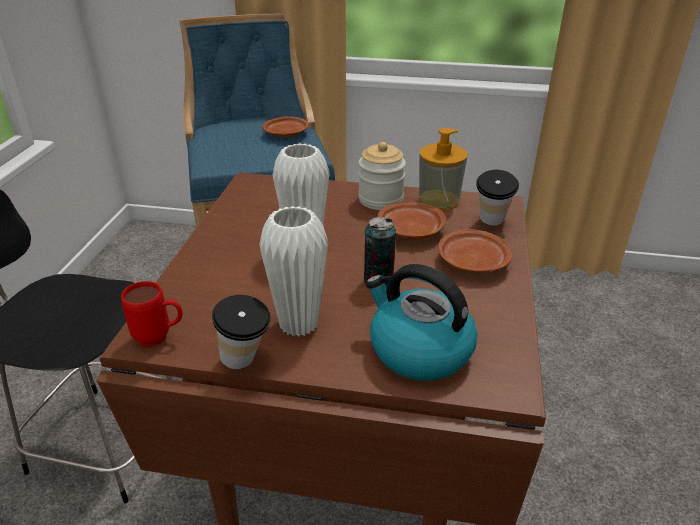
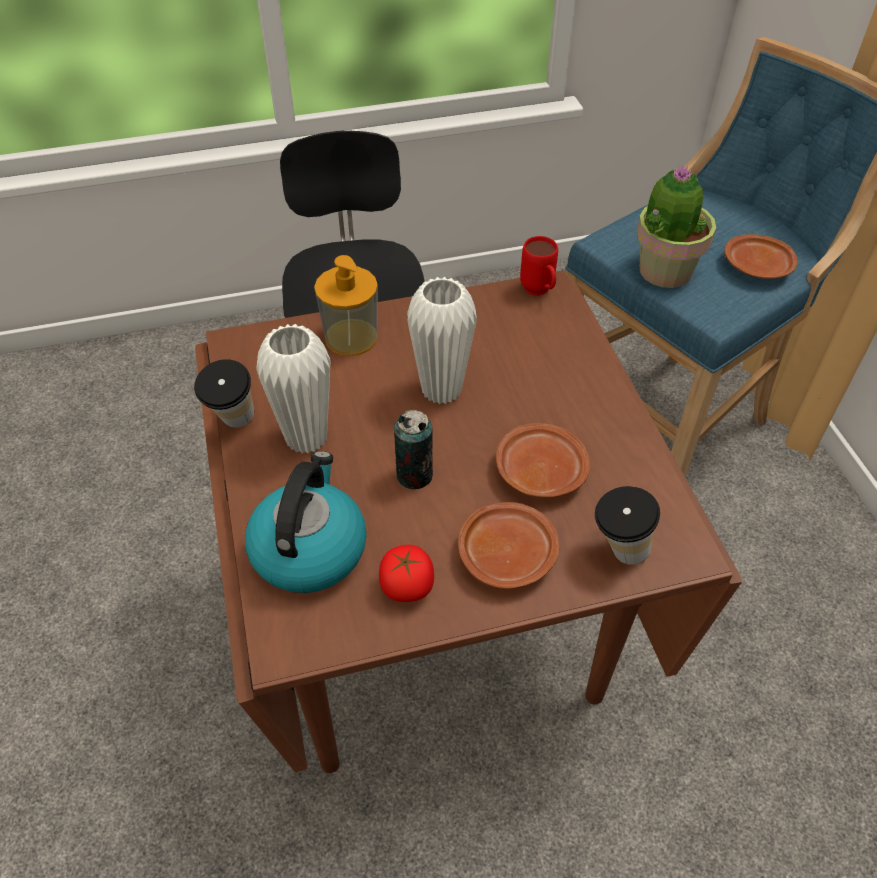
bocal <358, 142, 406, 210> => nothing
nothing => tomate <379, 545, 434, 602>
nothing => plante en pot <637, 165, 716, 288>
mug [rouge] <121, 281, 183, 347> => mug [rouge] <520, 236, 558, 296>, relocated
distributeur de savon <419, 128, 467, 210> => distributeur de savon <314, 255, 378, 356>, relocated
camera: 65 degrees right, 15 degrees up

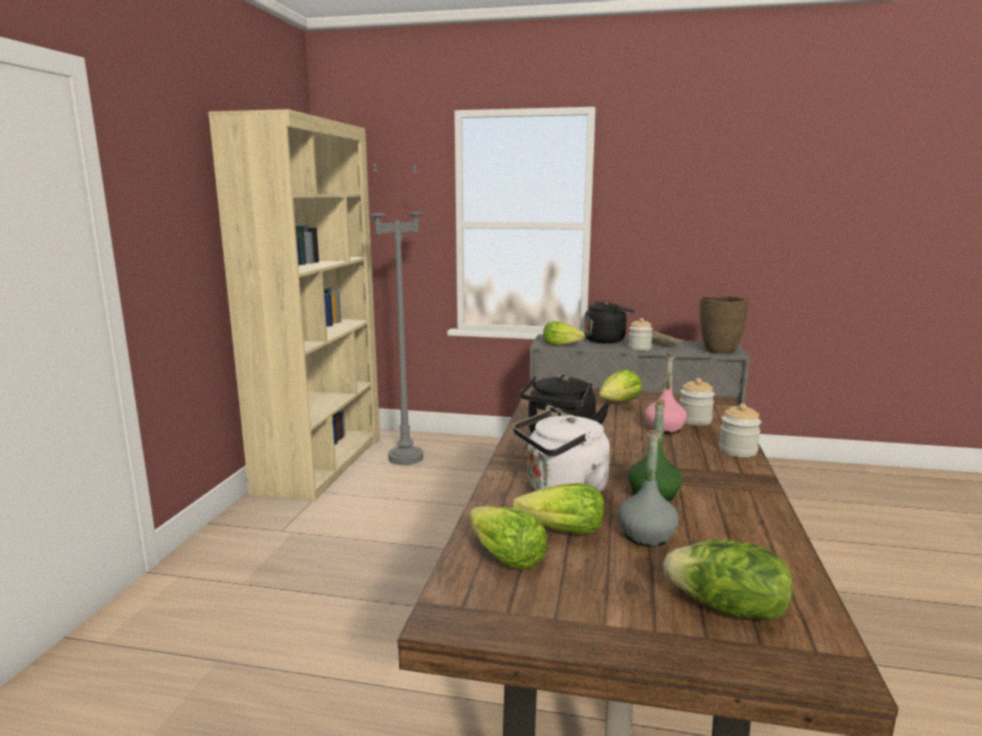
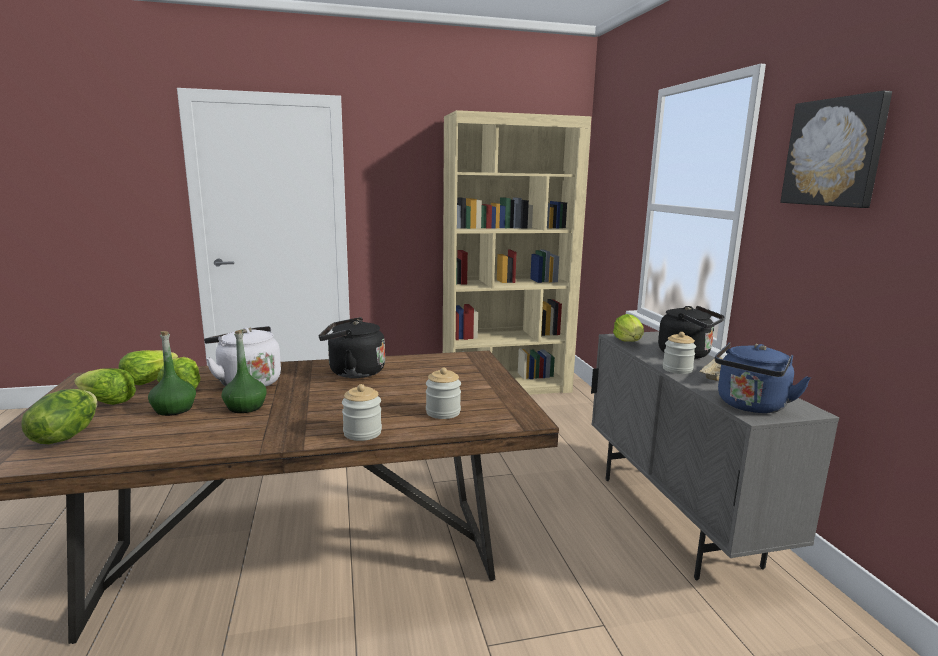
lampadaire [gris] <369, 163, 424, 465> => nothing
bouteille [rose] <645, 353, 687, 434> => nothing
nothing => tableau <780, 91, 892, 208>
laitue <599, 369, 642, 401> => laitue <74, 368, 136, 405>, relocated
vase [marron] <700, 296, 749, 354> => bouilloire [bleu] <715, 343, 811, 413>
bouteille [gris] <618, 429, 679, 547> => bouteille [vert] <148, 331, 196, 416>
camera: 65 degrees right, 0 degrees up

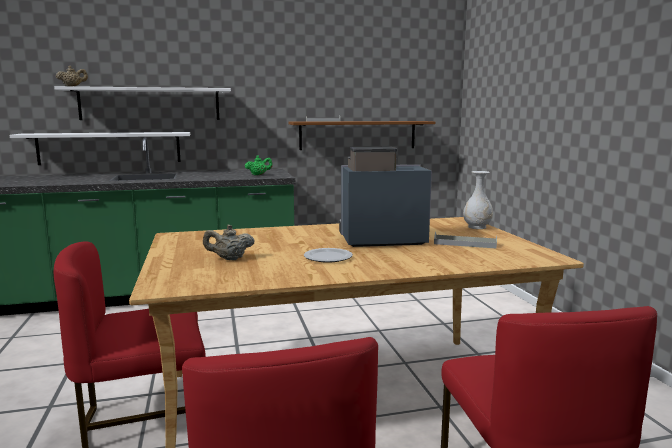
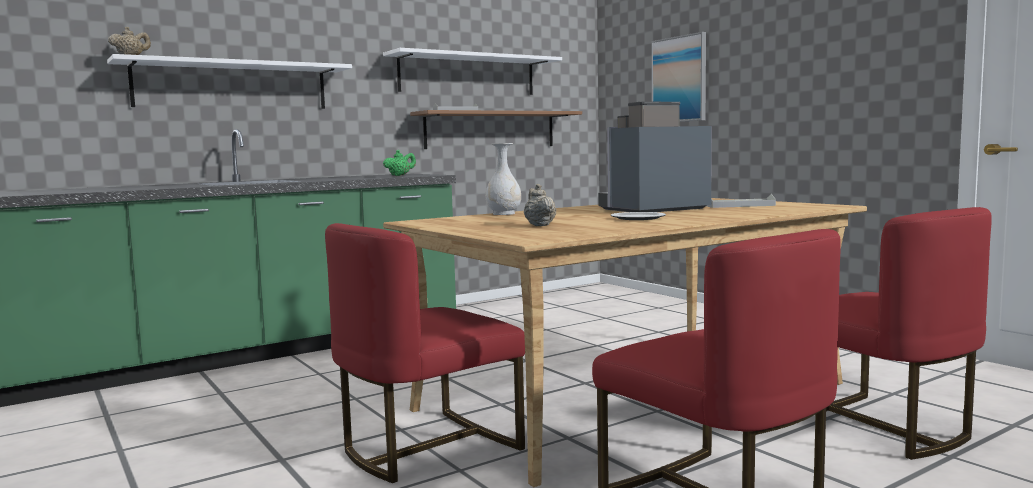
nothing => tableau <651, 32, 706, 122>
étagère [blanc] <9, 132, 190, 165> => étagère [blanc] <383, 48, 562, 95>, relocated
vase [blanc] <463, 171, 493, 229> => vase [blanc] <485, 143, 521, 215>, relocated
théière [beige] <203, 225, 255, 260> => théière [beige] <524, 184, 556, 226>, 105 degrees clockwise
camera: 20 degrees left, 5 degrees down

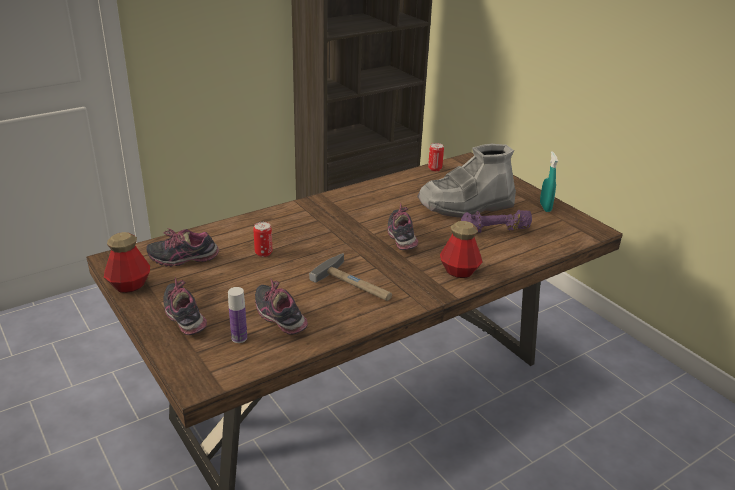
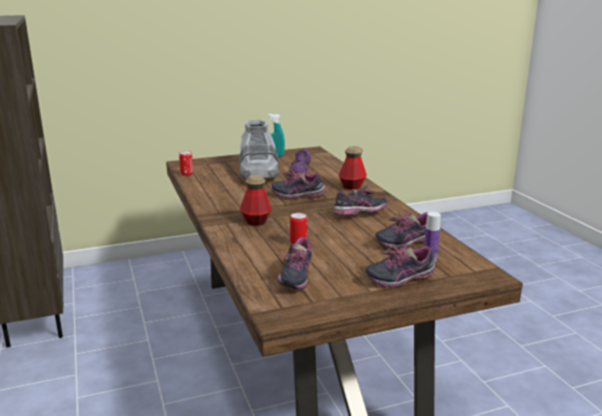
bouteille <104, 232, 150, 293> => bouteille <240, 175, 271, 226>, relocated
marteau <309, 253, 392, 301> => chaussure <333, 184, 387, 215>
camera: 75 degrees left, 10 degrees down

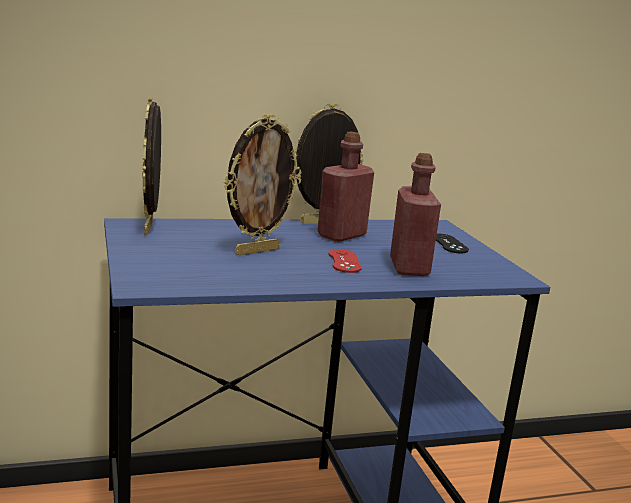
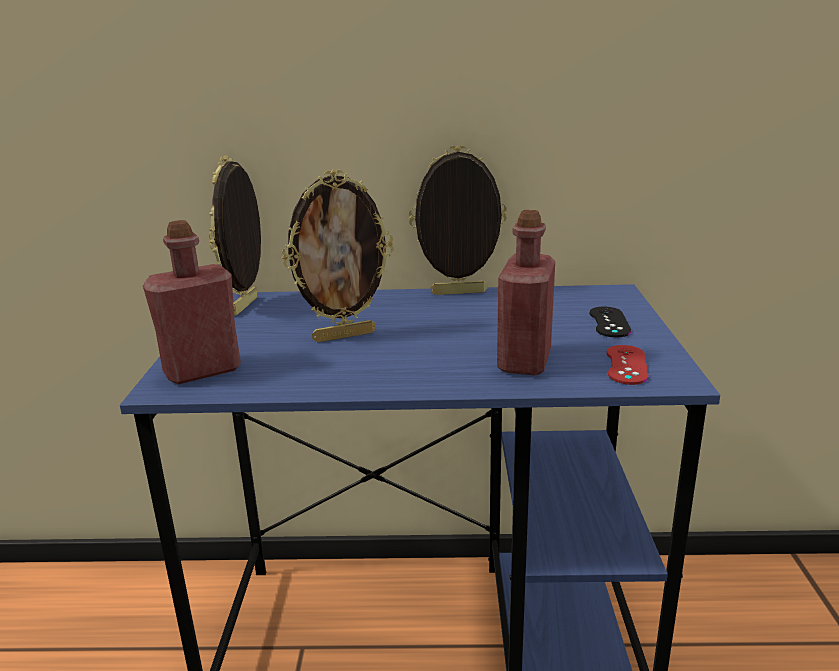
bouteille [rouge] <317, 132, 374, 242> => bouteille [rouge] <143, 220, 241, 384>, relocated
manette [rouge] <328, 249, 362, 273> => manette [rouge] <607, 345, 649, 385>, relocated
camera: 20 degrees right, 5 degrees up

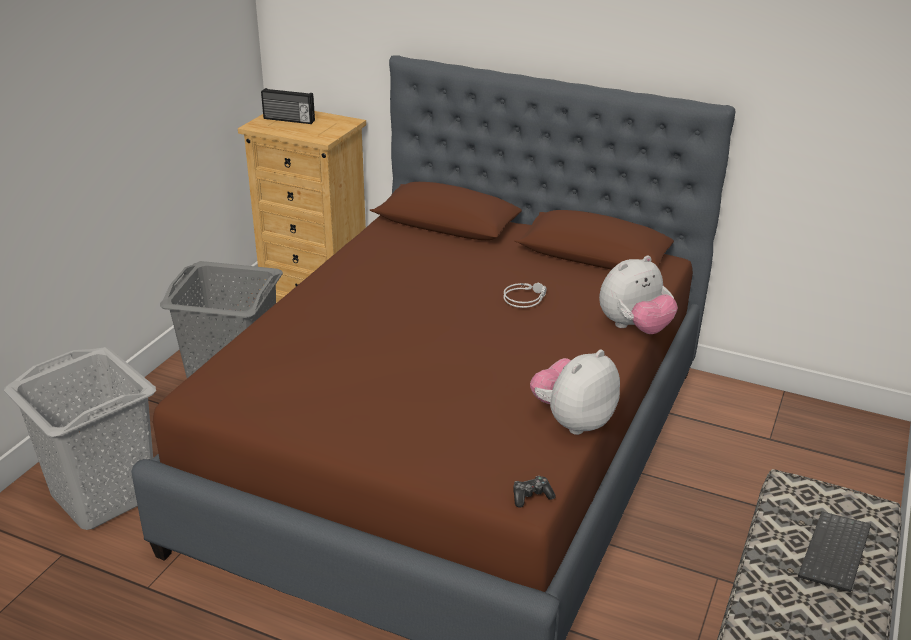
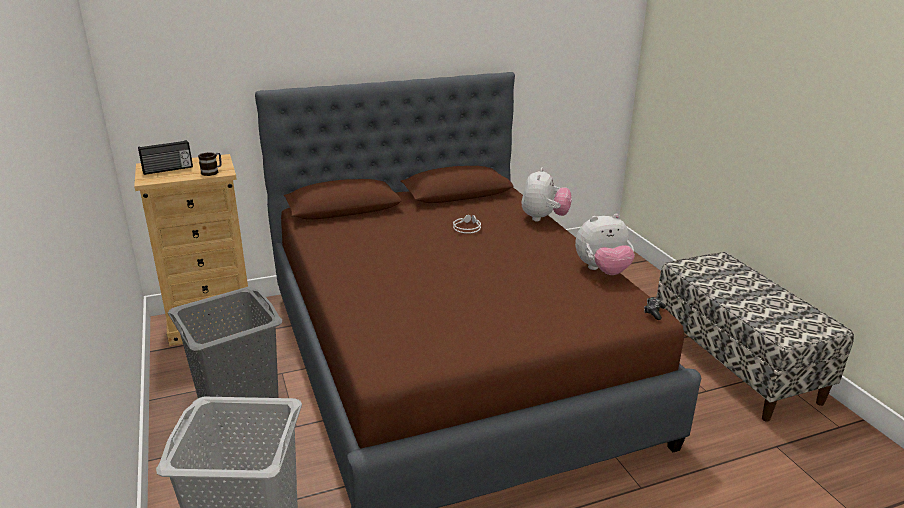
clavier <798, 511, 871, 592> => nothing
nothing => mug <198, 152, 222, 176>
peluche <530, 350, 620, 435> => peluche <575, 214, 635, 275>, 105 degrees counterclockwise
camera: 45 degrees left, 5 degrees down

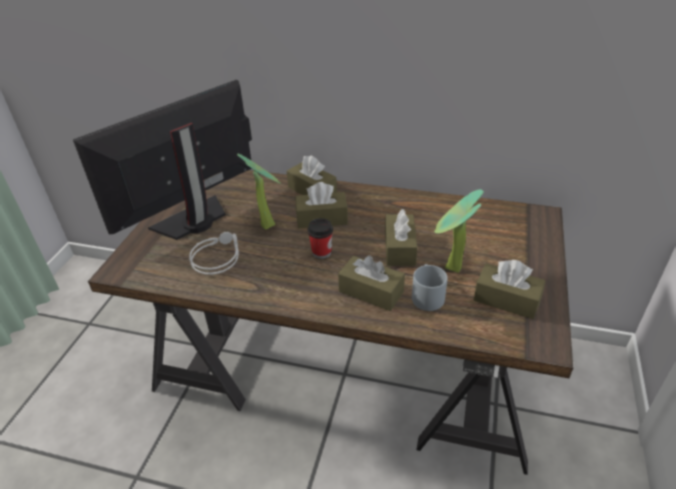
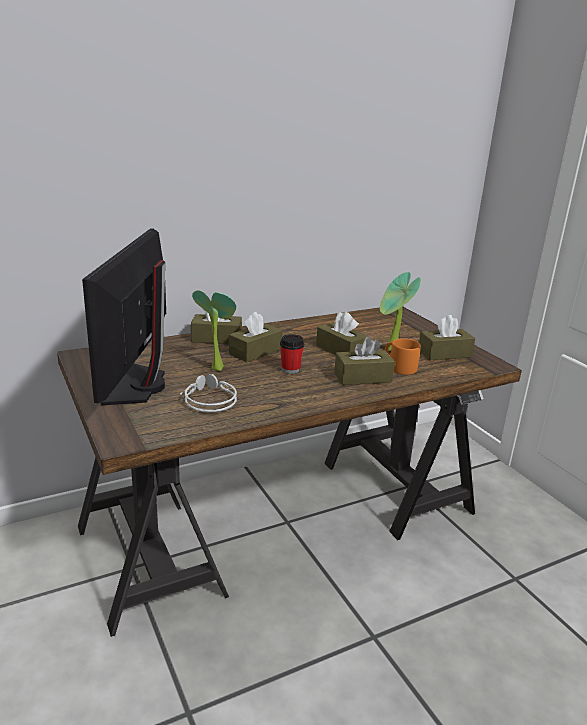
mug [gris] <412, 264, 448, 311> => mug [orange] <385, 338, 421, 375>
camera: 45 degrees left, 15 degrees down

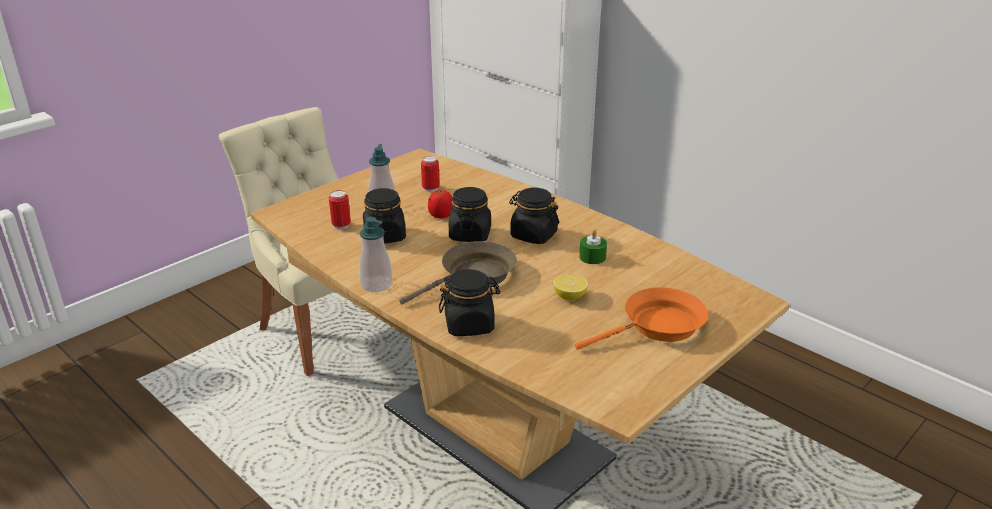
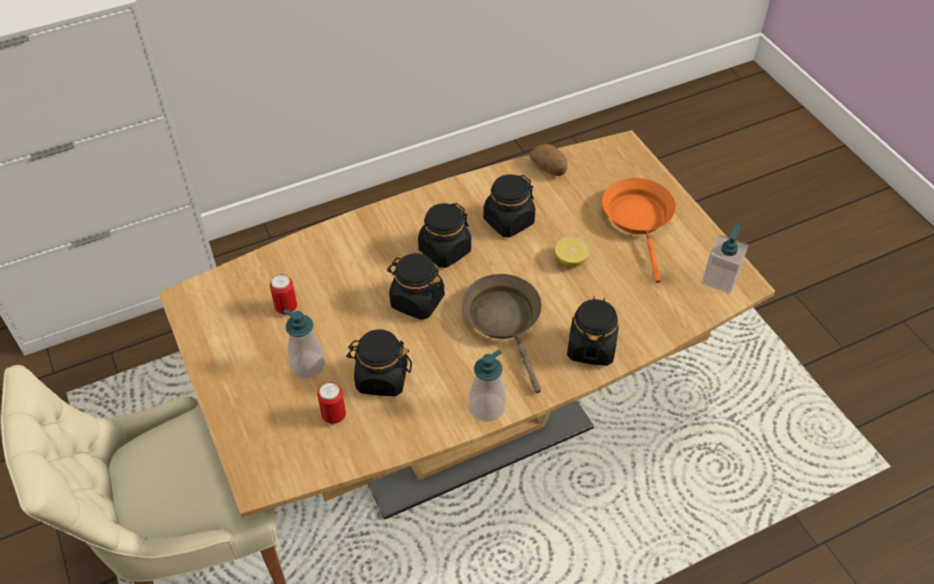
tomate <428, 190, 453, 218> => nothing
nothing => pomme de terre <530, 144, 568, 176>
nothing => distributeur de savon <702, 224, 748, 294>
bougie [vert] <579, 229, 607, 264> => bocal [noir] <483, 174, 535, 237>
camera: 70 degrees left, 20 degrees up

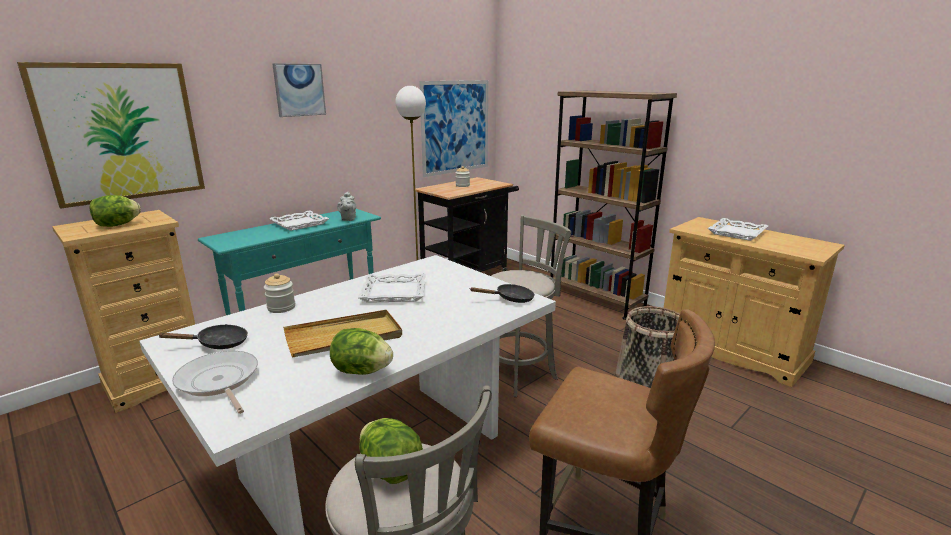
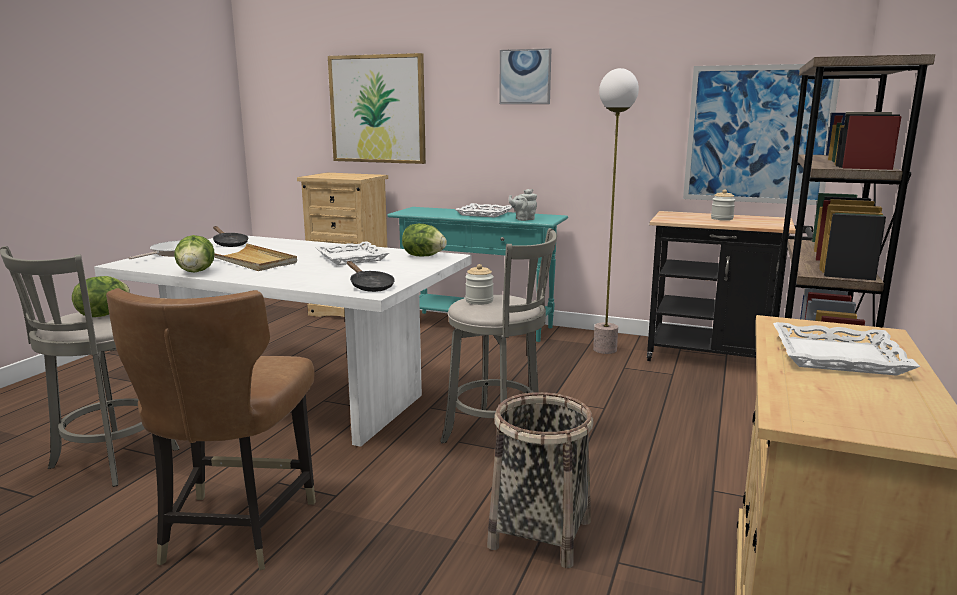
laitue <89, 195, 141, 227> => laitue <402, 224, 447, 256>, relocated
bocal <264, 274, 295, 313> => bocal <465, 264, 494, 305>, relocated
camera: 65 degrees right, 5 degrees down

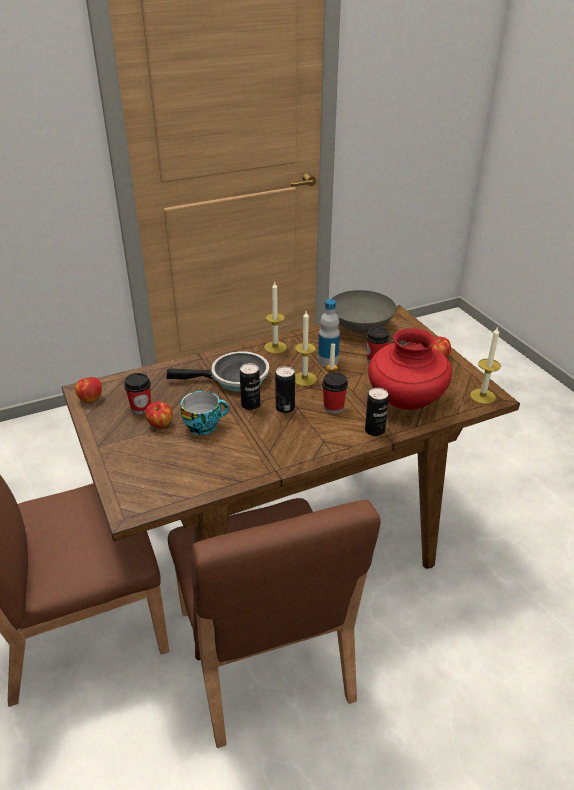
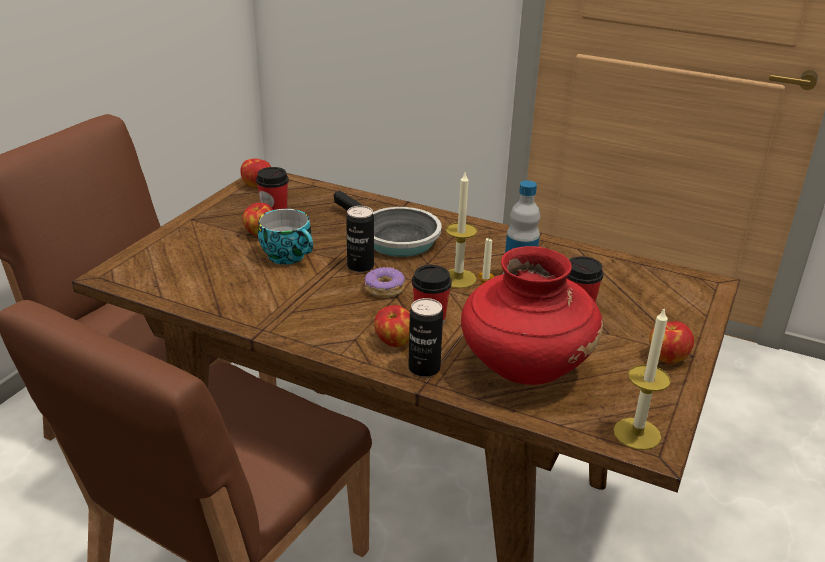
bougie <264, 281, 287, 354> => nothing
bol [gris] <332, 290, 396, 333> => nothing
nothing => pomme <374, 305, 410, 347>
boîte métallique <275, 366, 295, 413> => beignet <365, 266, 405, 298>
camera: 50 degrees right, 5 degrees down

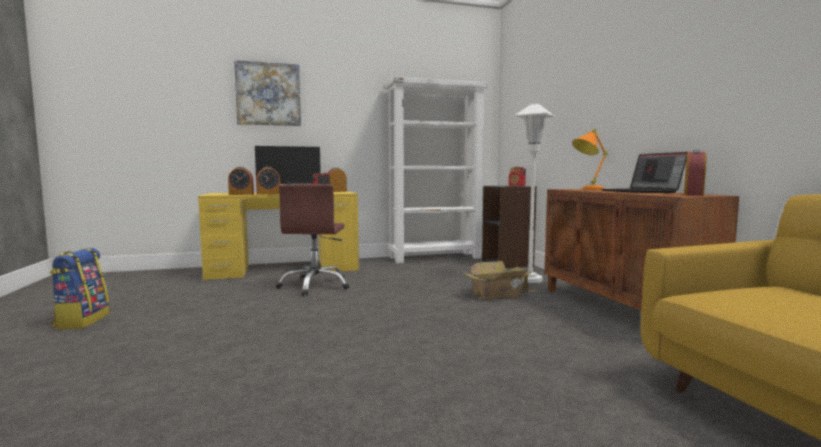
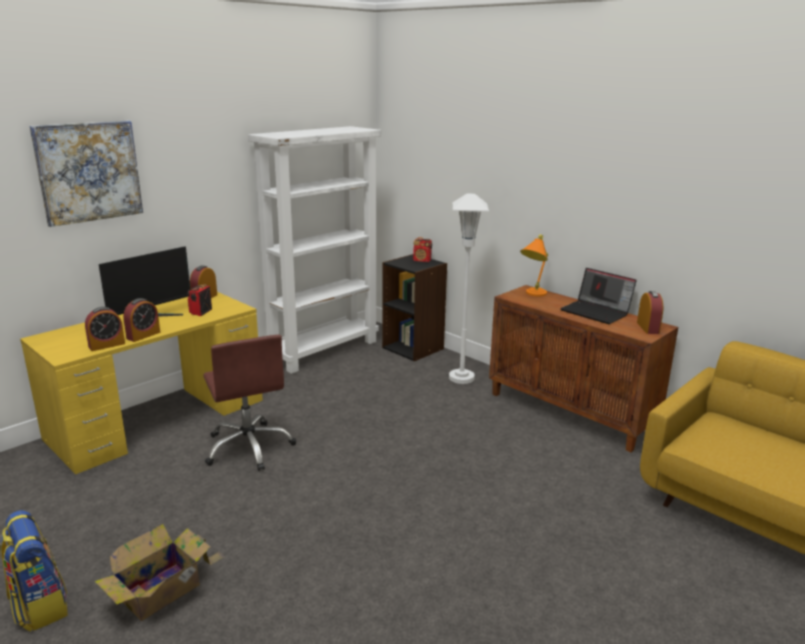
carton <463, 261, 537, 300> => carton <95, 524, 225, 621>, relocated
camera: 30 degrees left, 15 degrees up

